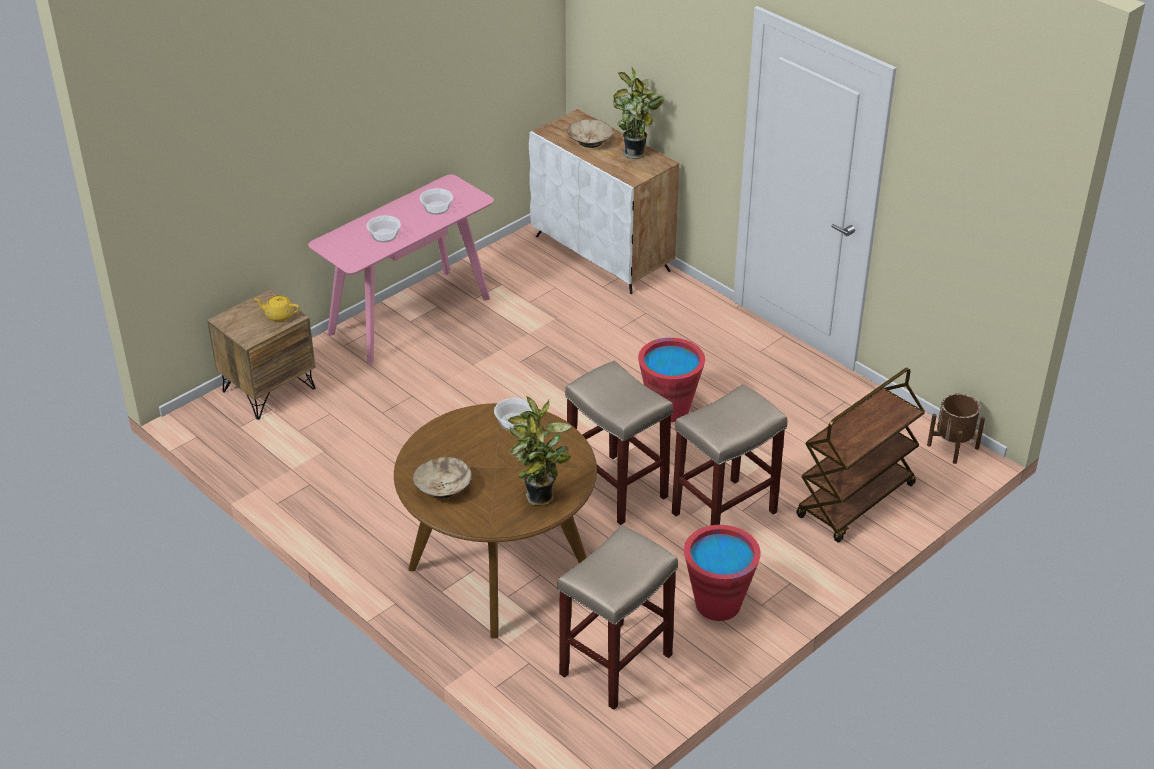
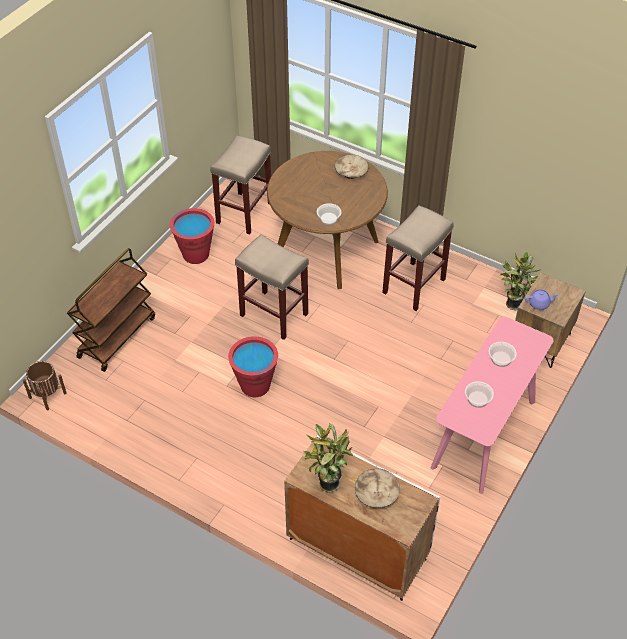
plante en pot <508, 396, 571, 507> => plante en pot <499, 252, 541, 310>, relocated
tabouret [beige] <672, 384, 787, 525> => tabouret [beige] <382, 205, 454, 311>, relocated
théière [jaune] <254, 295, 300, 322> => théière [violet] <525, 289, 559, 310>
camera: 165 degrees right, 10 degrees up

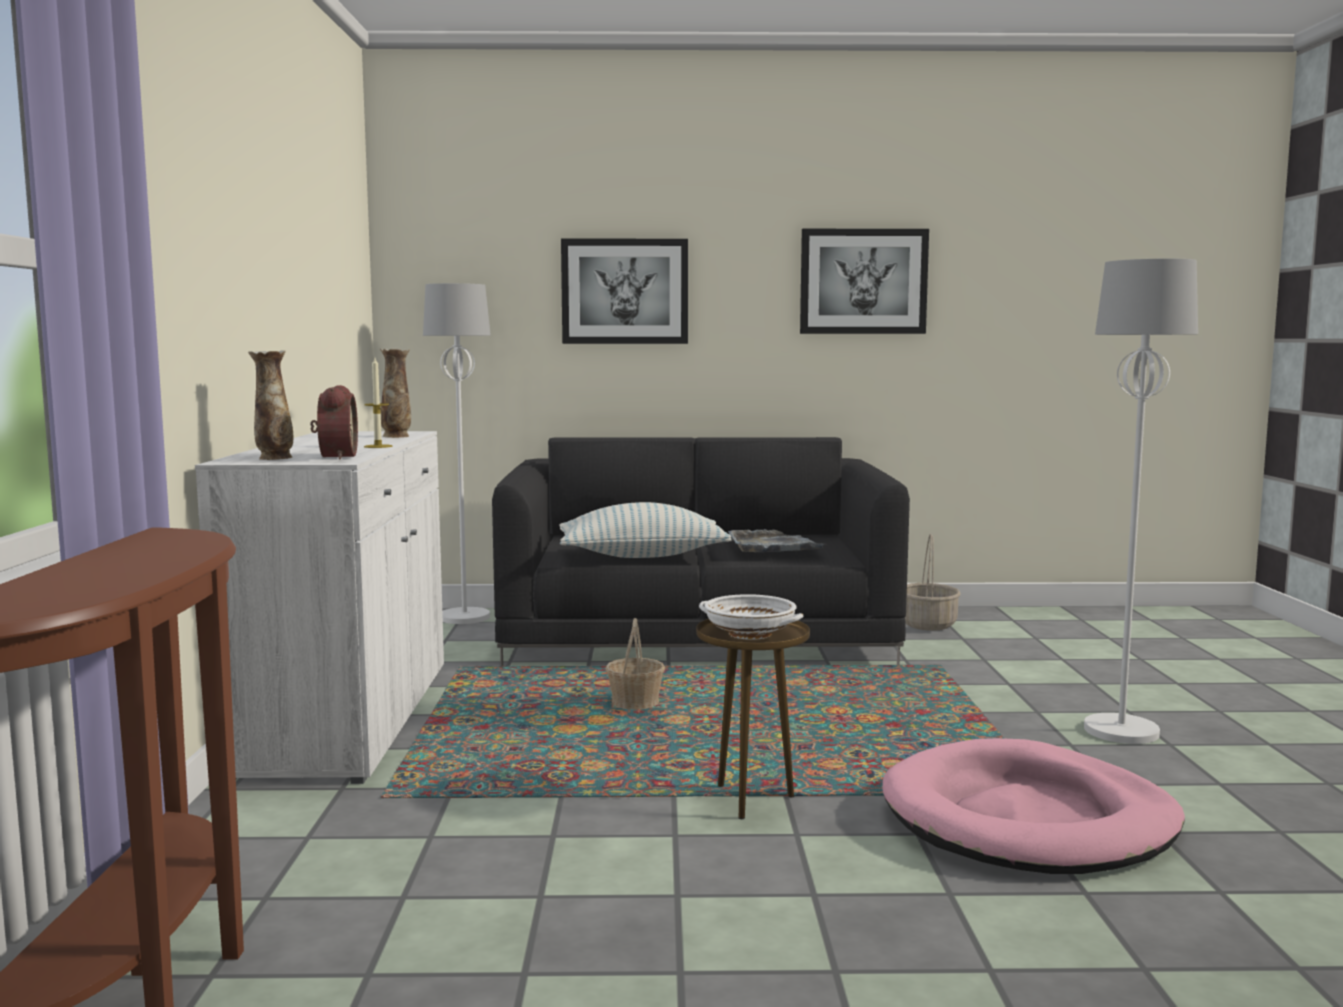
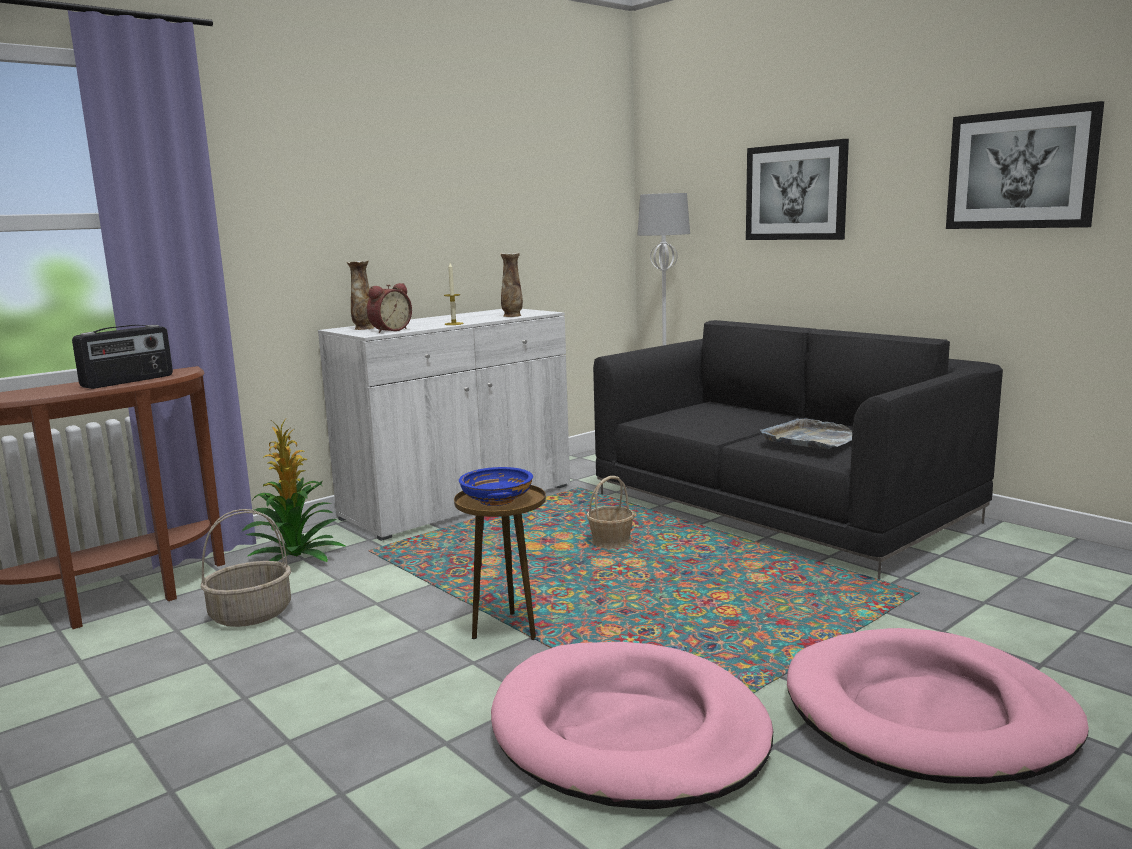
coussin <559, 502, 732, 558> => nothing
nothing => radio <72, 325, 173, 389>
nothing => plante en pot <242, 419, 345, 562>
panier <905, 534, 961, 631> => panier <200, 509, 291, 627>, relocated
lampadaire [blanc] <1084, 259, 1198, 744> => panier pour chien [rose] <787, 628, 1089, 784>
bol [blanc] <699, 594, 803, 640> => bol [bleu] <459, 467, 533, 506>
camera: 50 degrees right, 5 degrees up

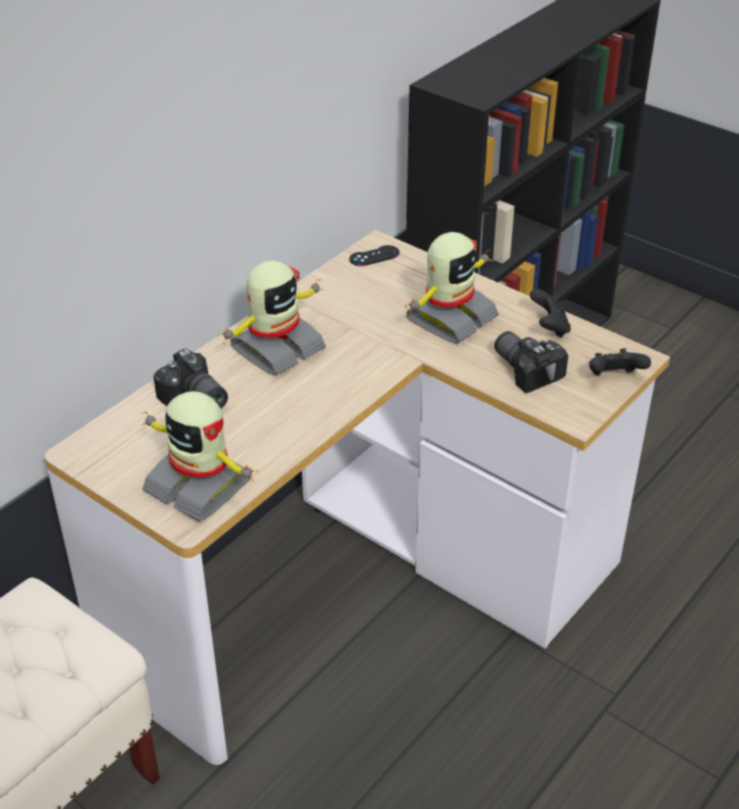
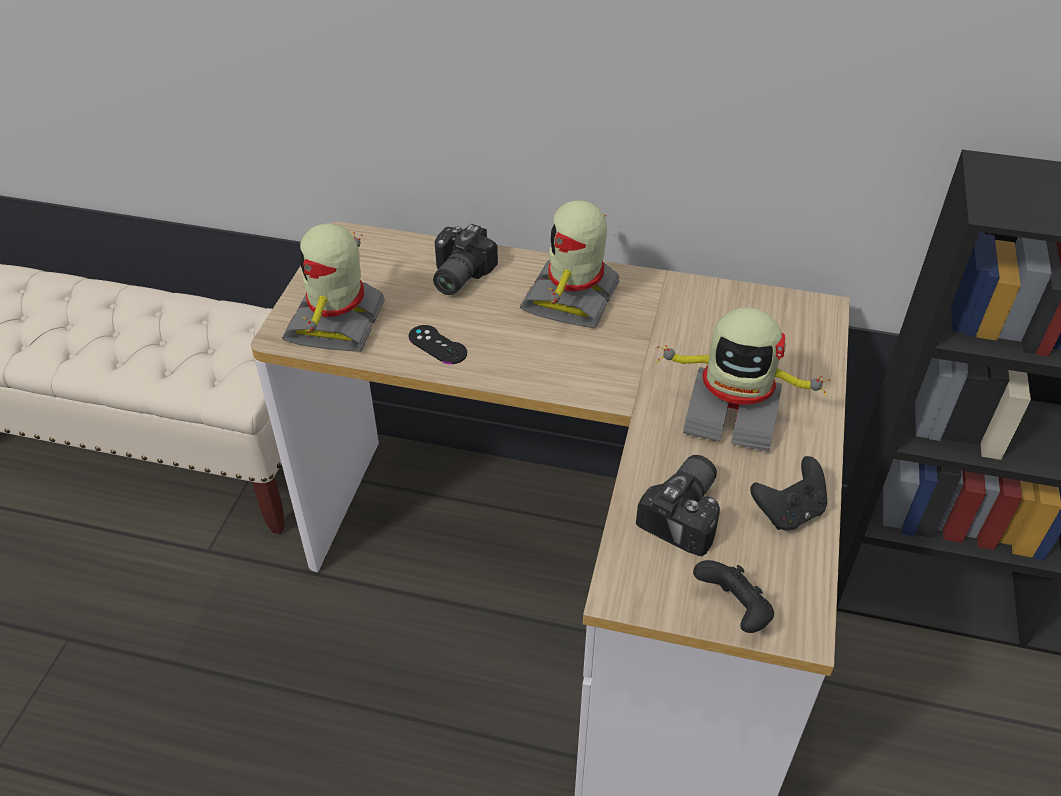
manette [noir] <349, 245, 400, 266> => manette [noir] <409, 325, 467, 364>, relocated
robot jouet <218, 261, 326, 376> => robot jouet <520, 200, 620, 328>, 90 degrees clockwise
camera: 65 degrees right, 5 degrees up

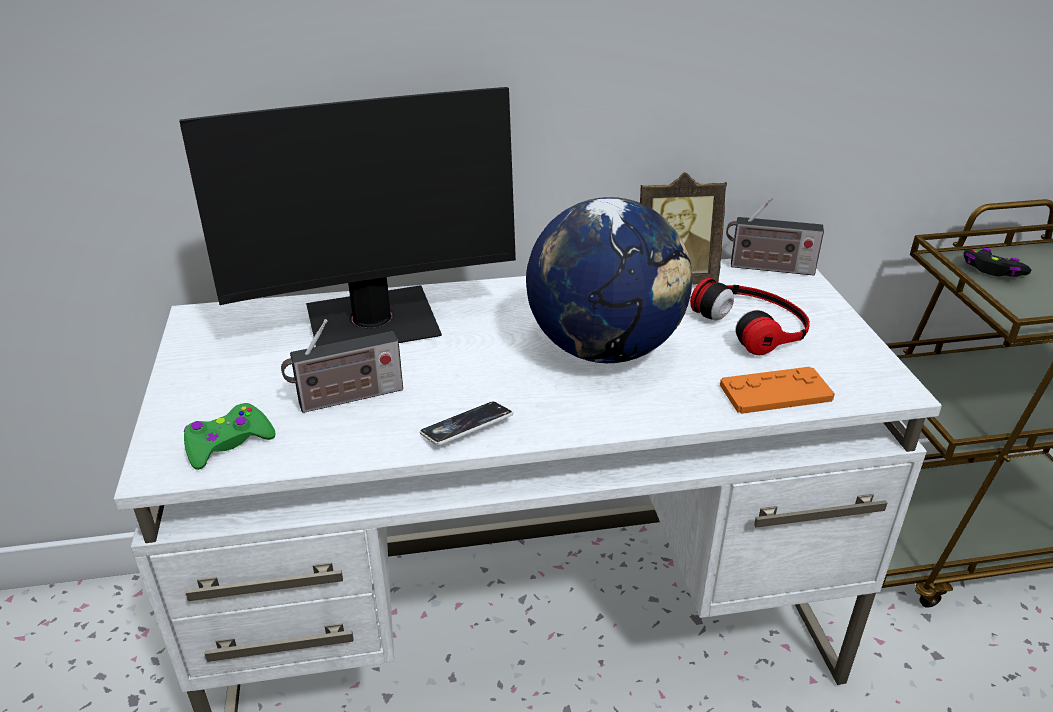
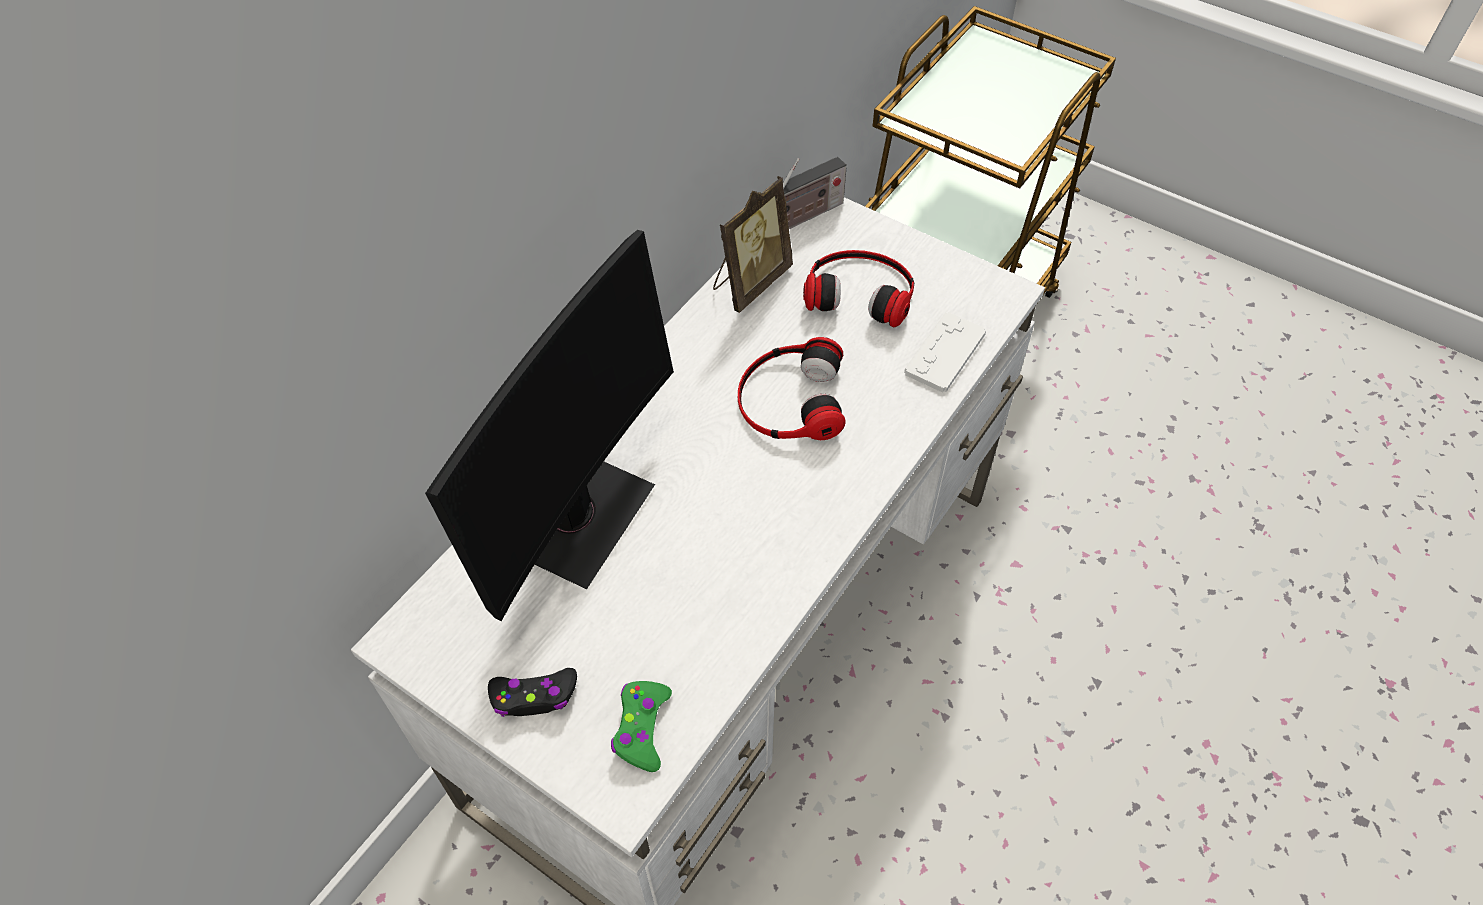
radio <281, 319, 403, 413> => nothing
téléphone <420, 401, 513, 445> => nothing
manette [noir] <963, 248, 1031, 277> => manette [noir] <488, 668, 577, 717>, relocated
globe <526, 197, 692, 363> => casque audio <738, 337, 846, 440>
manette [orange] <720, 367, 835, 414> => manette [blanc] <904, 312, 986, 393>
camera: 45 degrees left, 20 degrees up

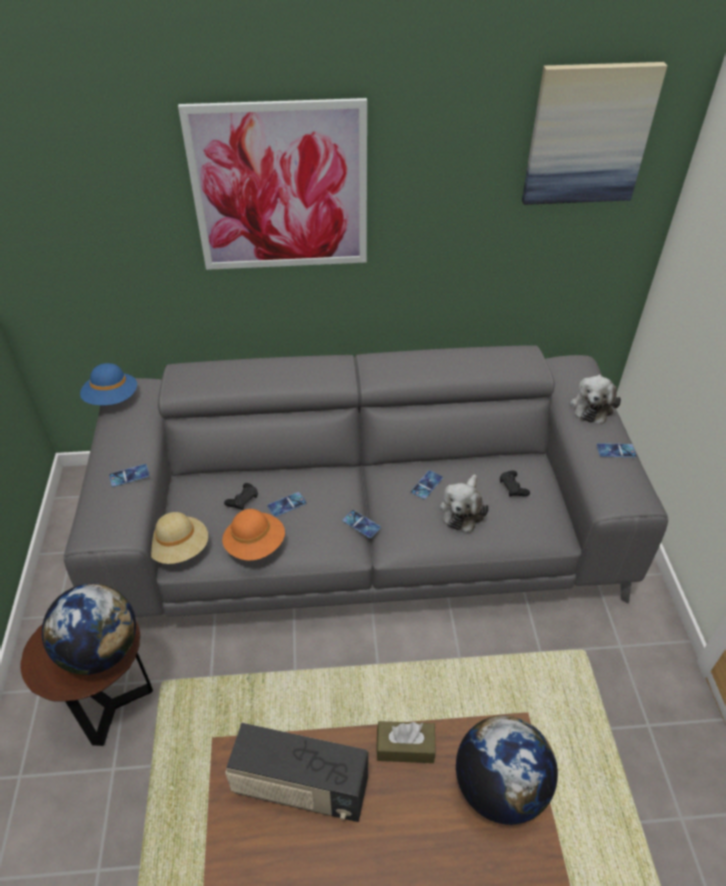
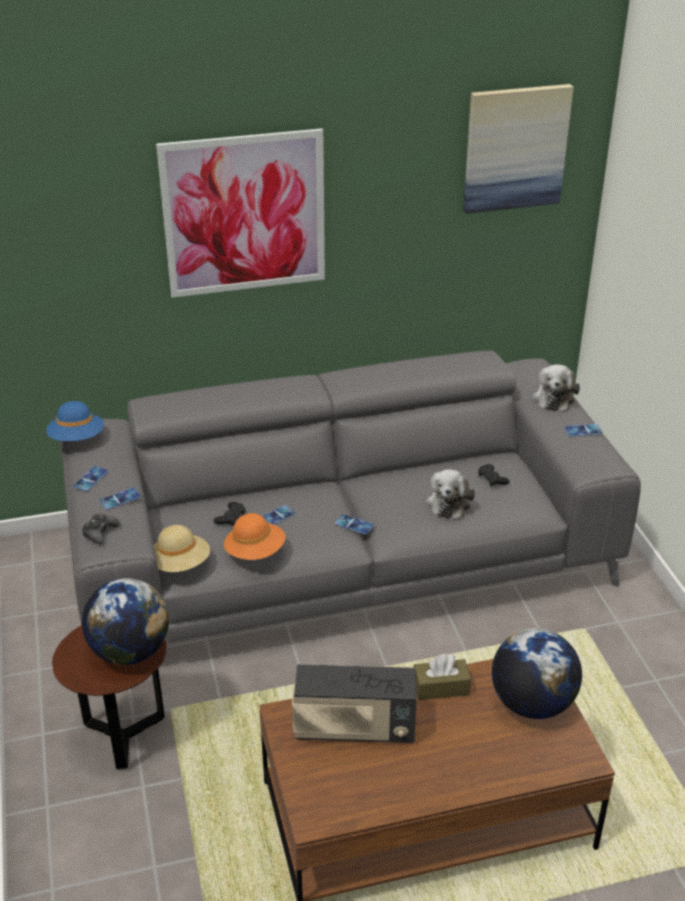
nothing => manette [noir] <82, 513, 120, 544>
téléphone <411, 470, 443, 499> => téléphone <73, 466, 108, 491>, relocated
camera: 10 degrees left, 10 degrees down

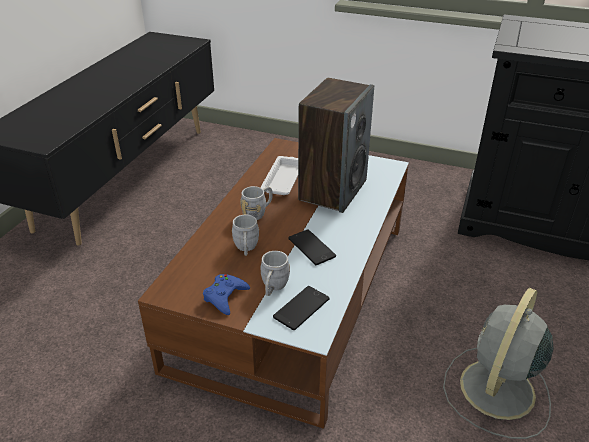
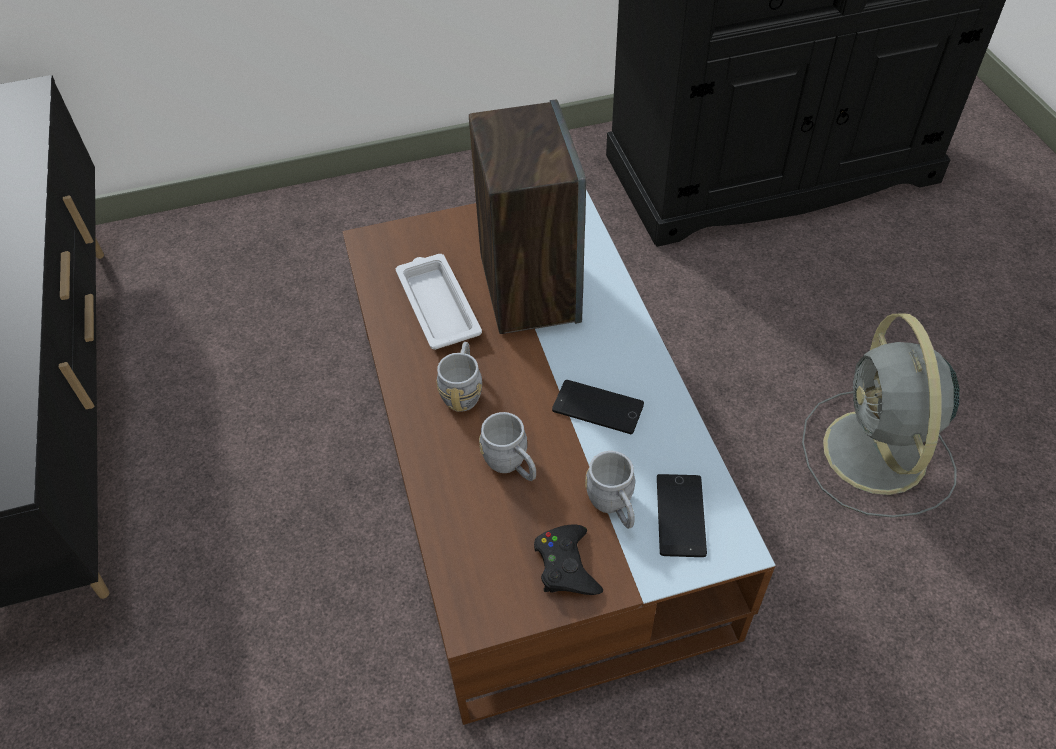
manette [bleu] <203, 274, 250, 315> => manette [noir] <534, 524, 603, 595>
camera: 35 degrees left, 15 degrees up

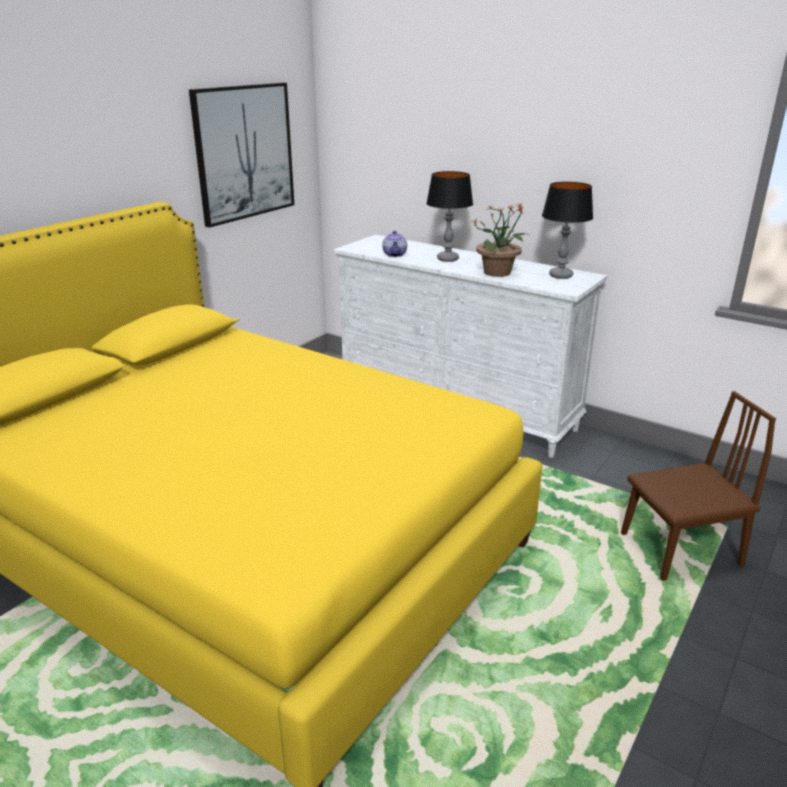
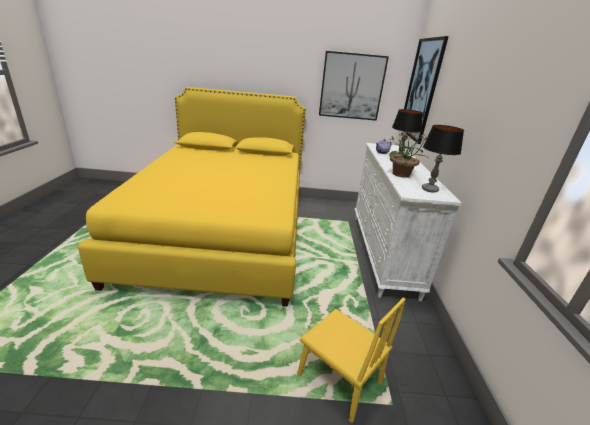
nothing => tableau <403, 36, 449, 144>
chaise [marron] <621, 391, 776, 581> => chaise [jaune] <298, 297, 406, 423>
camera: 55 degrees right, 0 degrees up

